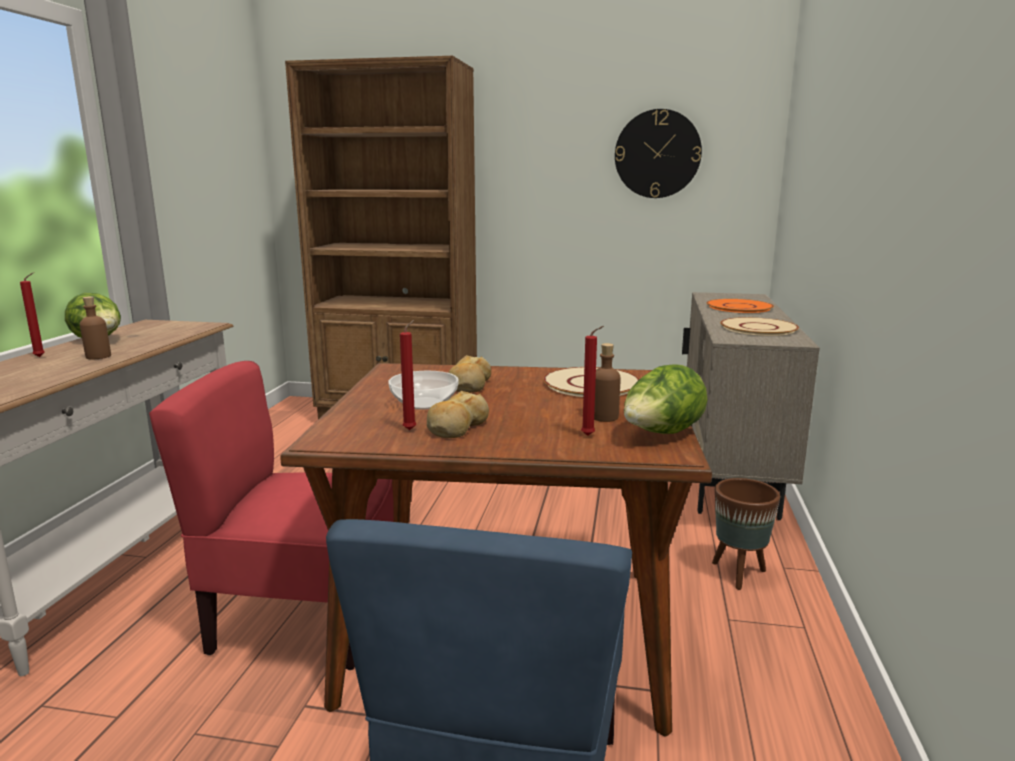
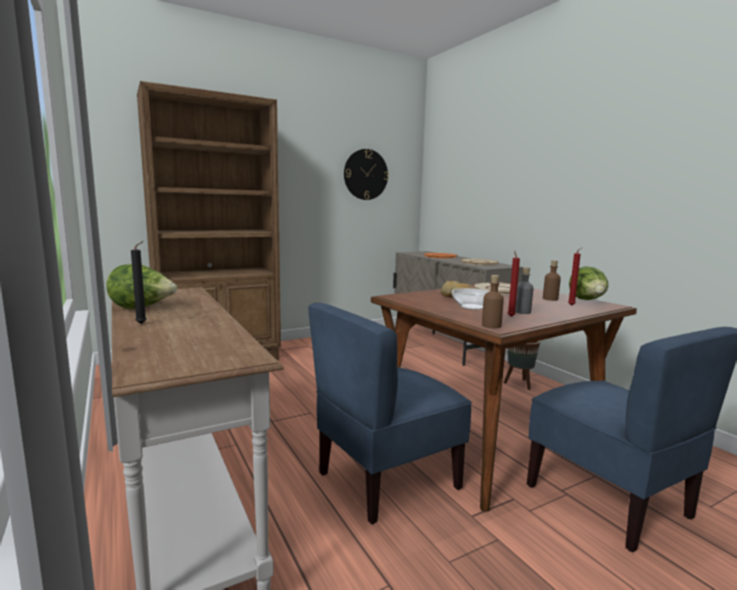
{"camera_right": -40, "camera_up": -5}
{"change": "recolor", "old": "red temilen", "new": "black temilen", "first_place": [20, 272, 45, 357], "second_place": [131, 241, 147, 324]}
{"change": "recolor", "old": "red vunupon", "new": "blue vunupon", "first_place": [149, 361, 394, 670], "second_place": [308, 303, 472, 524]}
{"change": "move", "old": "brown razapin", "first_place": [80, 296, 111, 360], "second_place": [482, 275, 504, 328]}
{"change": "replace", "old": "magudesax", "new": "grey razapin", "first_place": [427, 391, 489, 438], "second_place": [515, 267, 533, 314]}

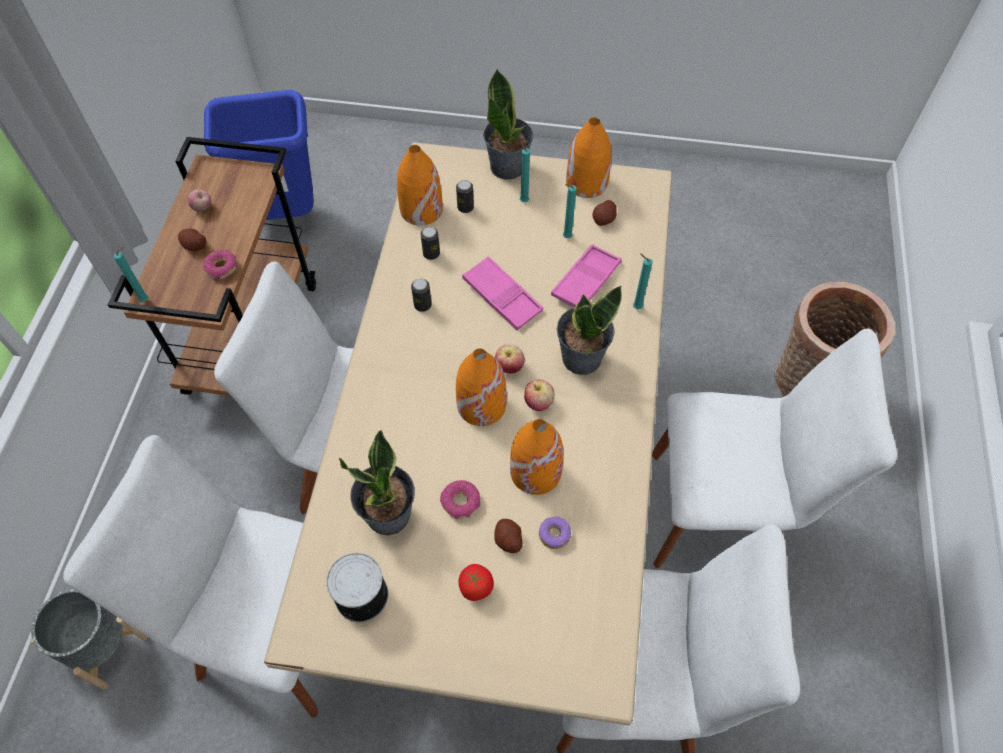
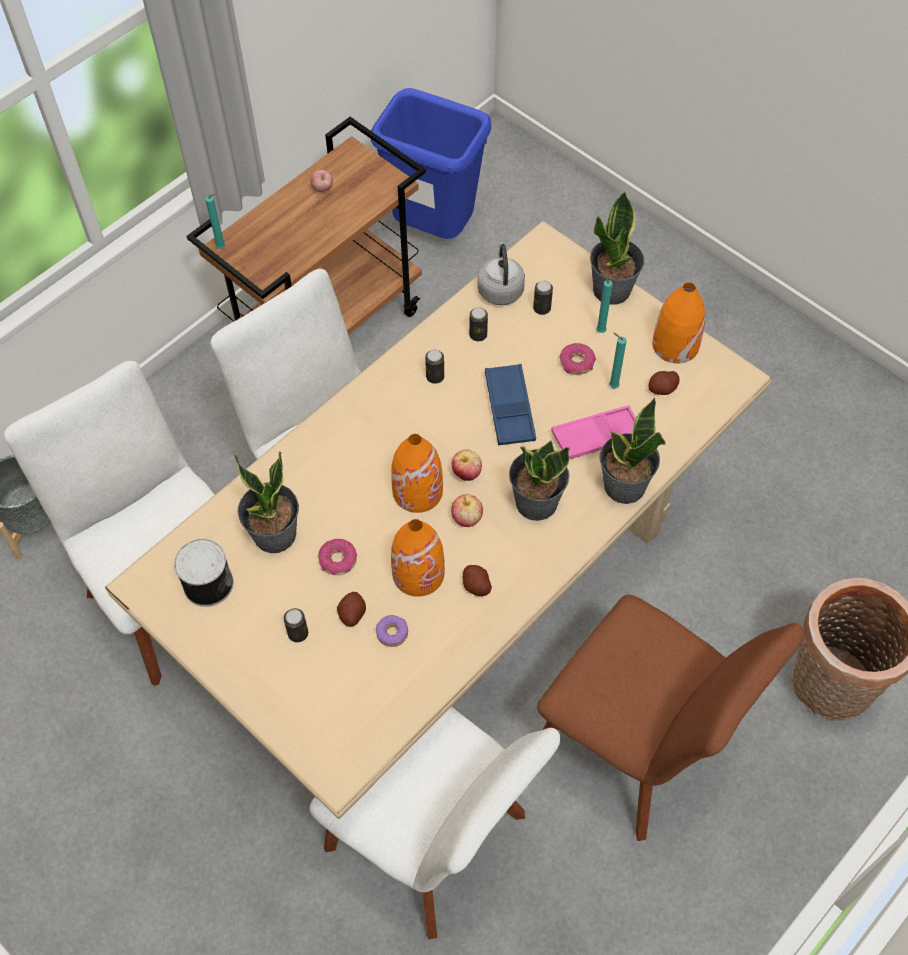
{"camera_right": 35, "camera_up": 0}
{"change": "replace", "old": "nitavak", "new": "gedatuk", "first_place": [458, 564, 494, 601], "second_place": [284, 608, 308, 642]}
{"change": "move", "old": "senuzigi", "first_place": [178, 228, 207, 251], "second_place": [463, 565, 492, 596]}
{"change": "replace", "old": "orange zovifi", "new": "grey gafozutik", "first_place": [397, 145, 443, 226], "second_place": [477, 242, 525, 305]}
{"change": "recolor", "old": "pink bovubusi", "new": "blue bovubusi", "first_place": [462, 256, 543, 330], "second_place": [485, 364, 536, 446]}
{"change": "recolor", "old": "white vunupon", "new": "brown vunupon", "first_place": [652, 329, 897, 568], "second_place": [537, 595, 804, 841]}
{"change": "move", "old": "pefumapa", "first_place": [203, 250, 238, 280], "second_place": [559, 343, 596, 375]}
{"change": "replace", "old": "turquoise temilen", "new": "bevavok", "first_place": [633, 254, 653, 310], "second_place": [599, 397, 666, 504]}

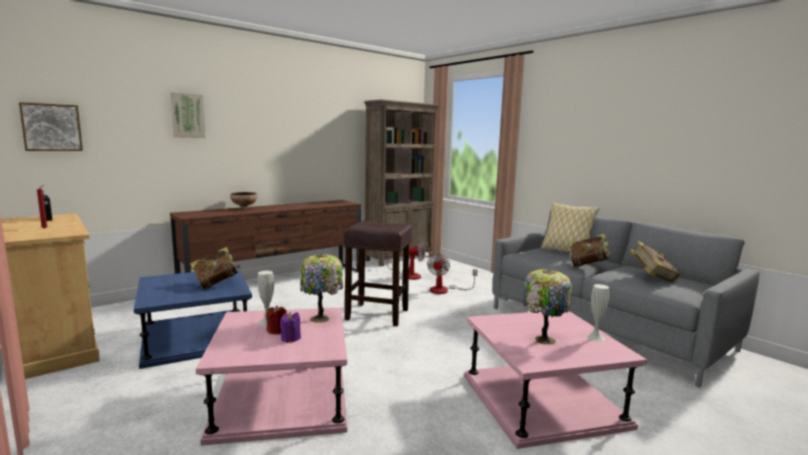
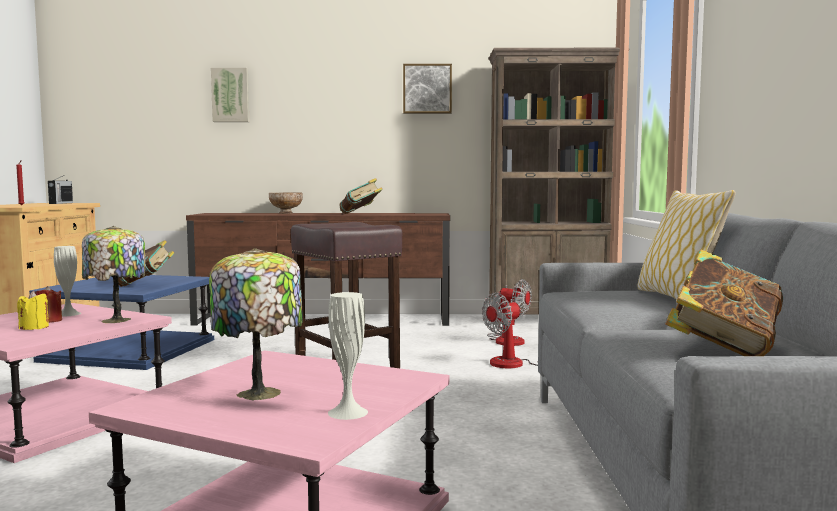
{"camera_right": 40, "camera_up": -5}
{"change": "recolor", "old": "purple temilen", "new": "yellow temilen", "first_place": [280, 312, 301, 343], "second_place": [17, 291, 49, 330]}
{"change": "move", "old": "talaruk", "first_place": [569, 234, 612, 267], "second_place": [340, 178, 383, 214]}
{"change": "move", "old": "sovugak", "first_place": [19, 102, 83, 151], "second_place": [403, 64, 452, 114]}

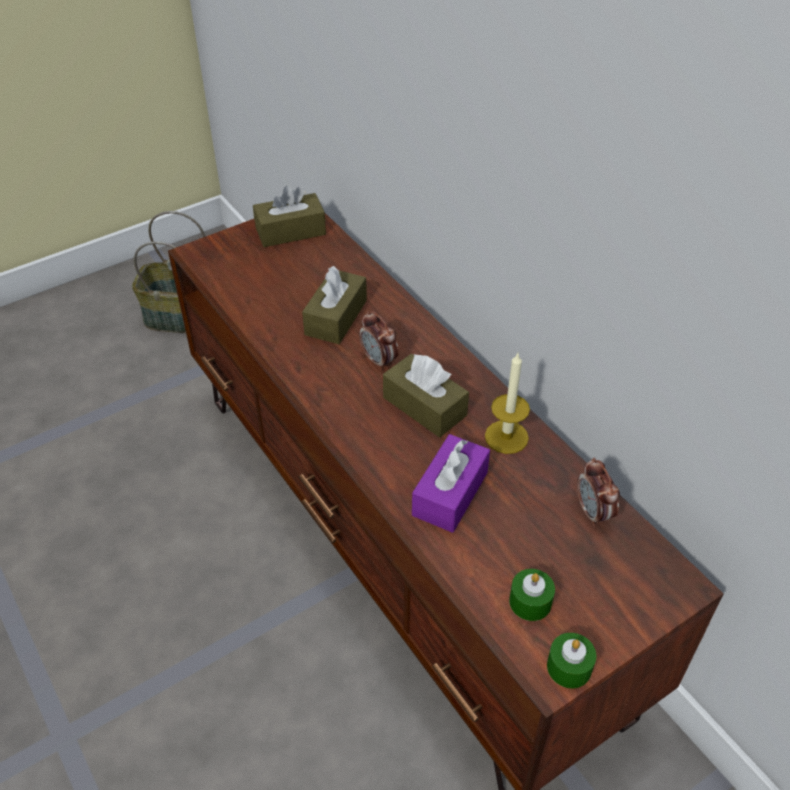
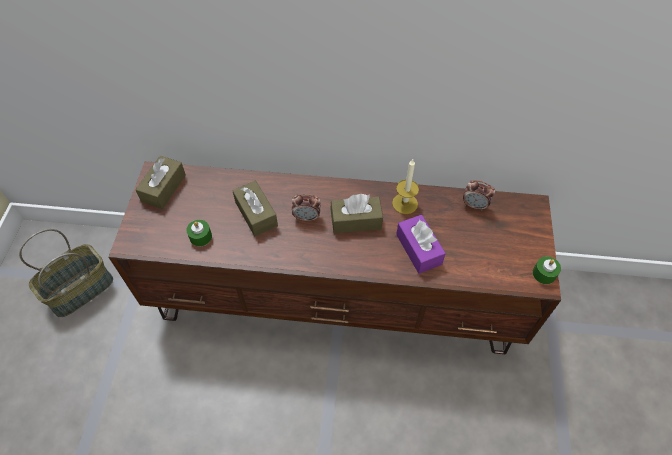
{"camera_right": -50, "camera_up": 10}
{"change": "move", "old": "green temilen", "first_place": [509, 569, 555, 621], "second_place": [186, 220, 212, 246]}

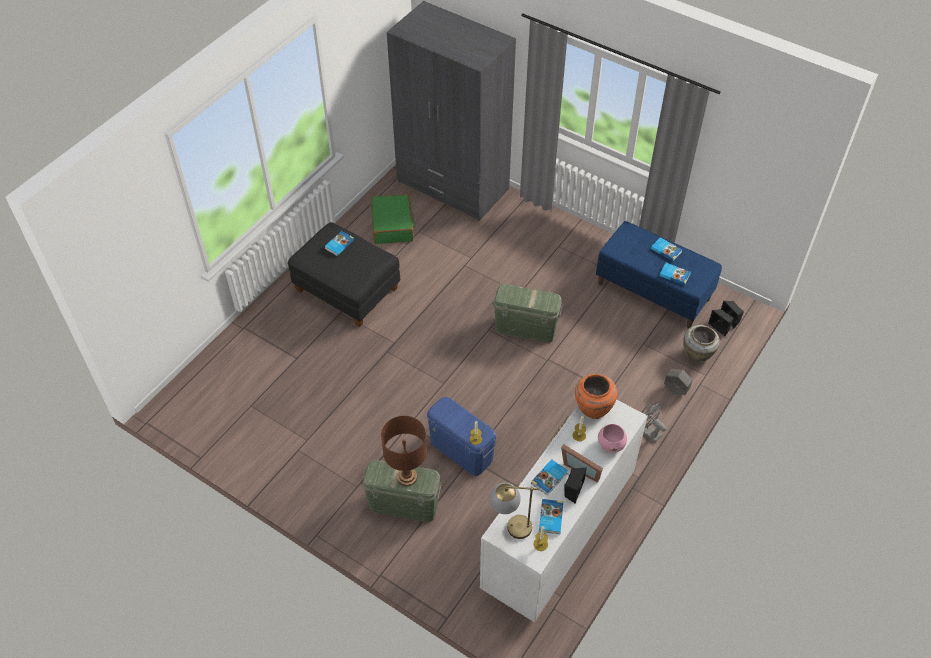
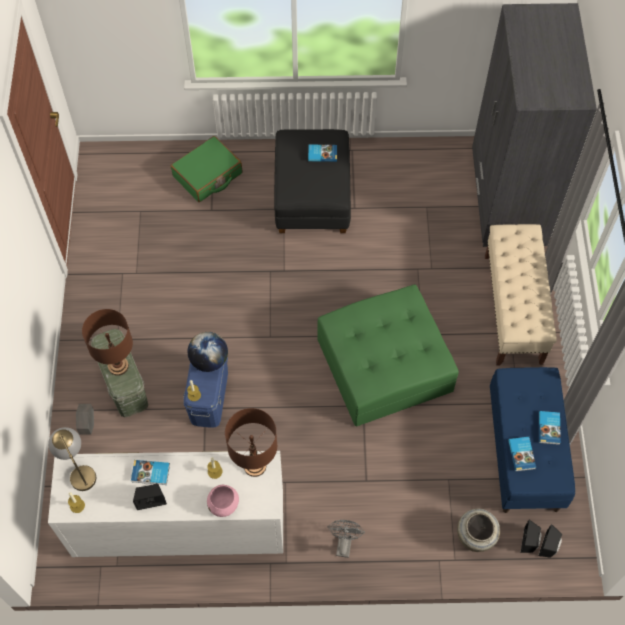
{"camera_right": 55, "camera_up": 10}
{"change": "move", "old": "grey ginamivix", "first_place": [664, 369, 693, 395], "second_place": [76, 404, 94, 435]}
{"change": "move", "old": "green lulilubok", "first_place": [371, 194, 414, 244], "second_place": [171, 136, 242, 202]}
{"change": "insert", "new": "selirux", "second_place": [188, 332, 228, 372]}
{"change": "replace", "old": "orange zovifi", "new": "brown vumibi", "first_place": [575, 374, 617, 419], "second_place": [225, 408, 277, 477]}
{"change": "replace", "old": "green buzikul", "new": "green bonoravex", "first_place": [492, 284, 563, 343], "second_place": [317, 284, 459, 427]}
{"change": "insert", "new": "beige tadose", "second_place": [485, 224, 557, 366]}
{"change": "delete", "old": "talaruk", "first_place": [539, 499, 563, 534]}
{"change": "delete", "old": "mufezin", "first_place": [561, 444, 603, 483]}

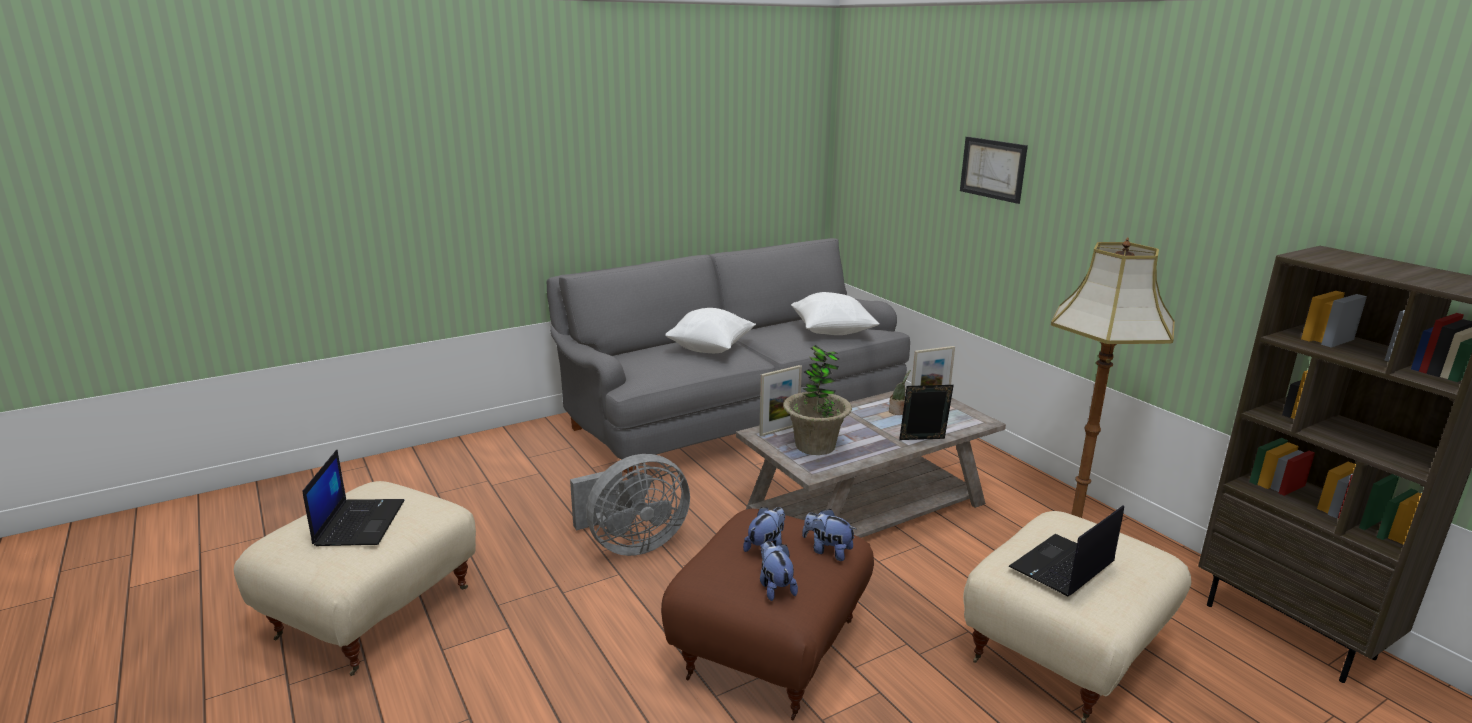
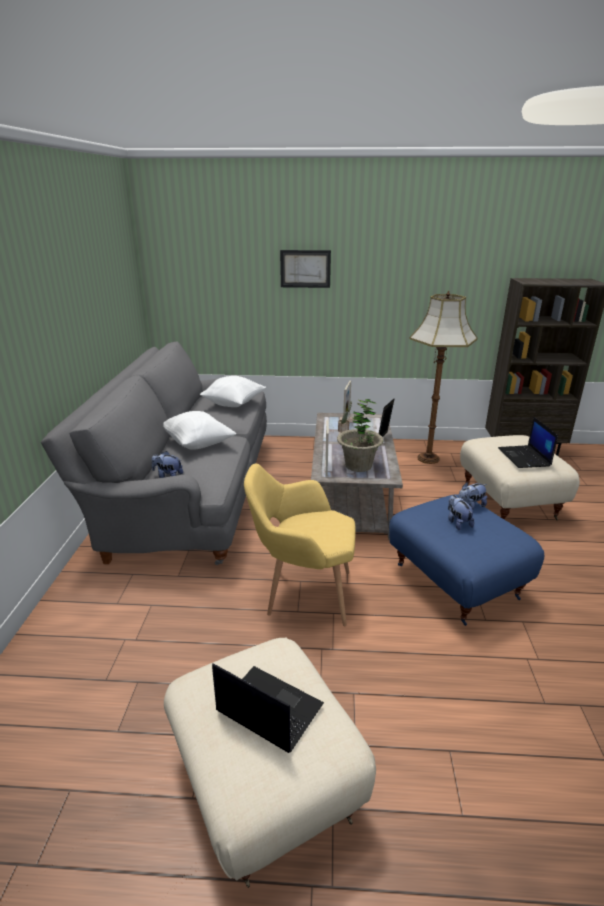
{"camera_right": -55, "camera_up": 5}
{"change": "move", "old": "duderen", "first_place": [760, 541, 798, 601], "second_place": [152, 451, 183, 478]}
{"change": "replace", "old": "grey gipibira", "new": "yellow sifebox", "first_place": [570, 454, 690, 556], "second_place": [244, 463, 356, 626]}
{"change": "recolor", "old": "brown bonoravex", "new": "blue bonoravex", "first_place": [661, 509, 874, 720], "second_place": [389, 494, 544, 626]}

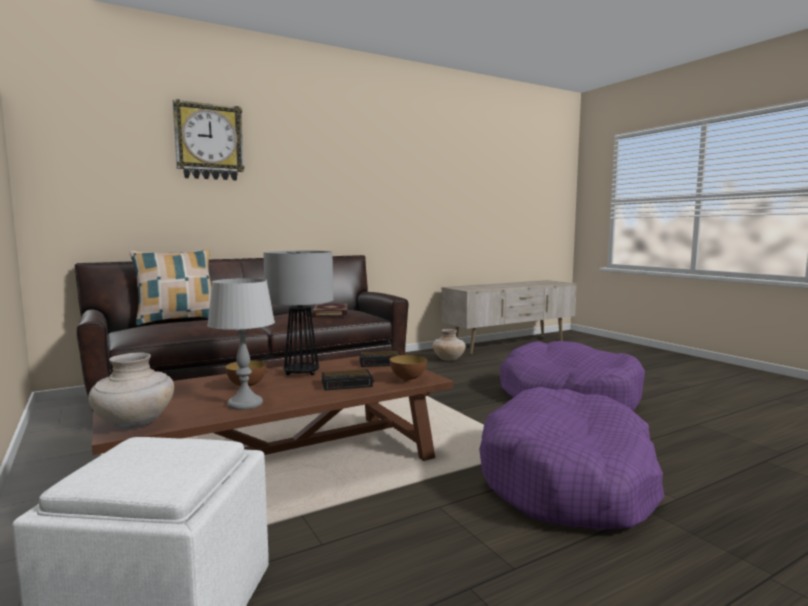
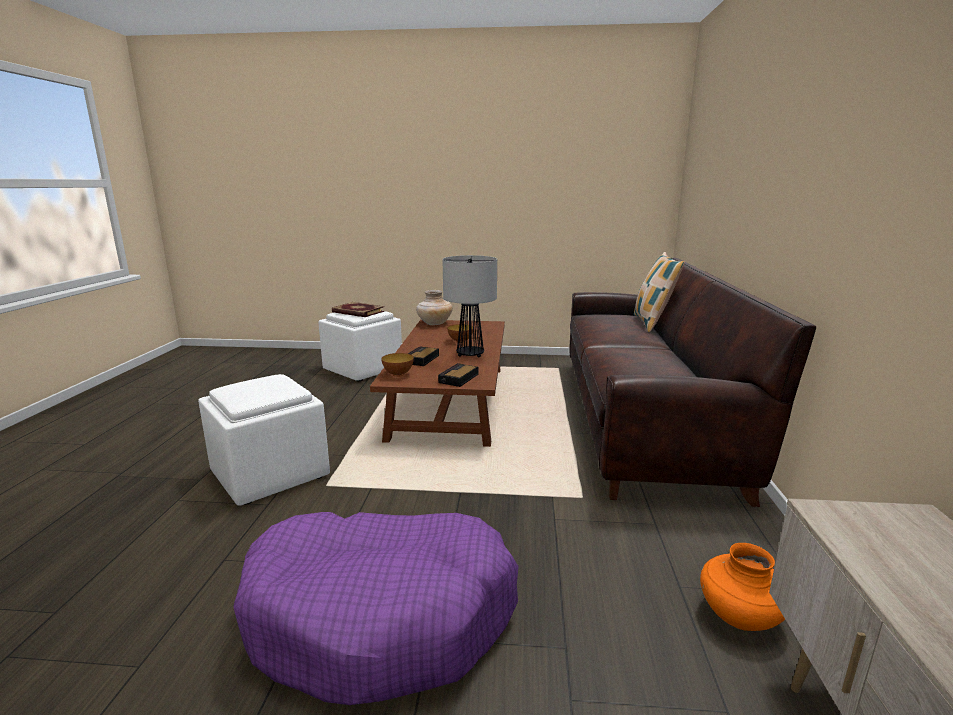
{"camera_right": 125, "camera_up": 10}
{"change": "replace", "old": "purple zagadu", "new": "white bonoravex", "first_place": [479, 387, 665, 530], "second_place": [198, 374, 330, 506]}
{"change": "move", "old": "talaruk", "first_place": [312, 303, 348, 316], "second_place": [332, 302, 385, 317]}
{"change": "recolor", "old": "beige zovifi", "new": "orange zovifi", "first_place": [433, 329, 466, 361], "second_place": [700, 543, 785, 631]}
{"change": "delete", "old": "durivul", "first_place": [173, 99, 245, 180]}
{"change": "delete", "old": "grey vumibi", "first_place": [207, 278, 275, 410]}

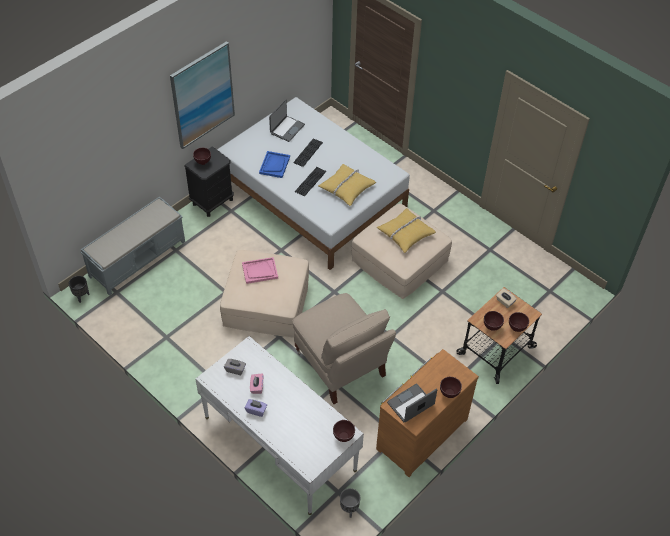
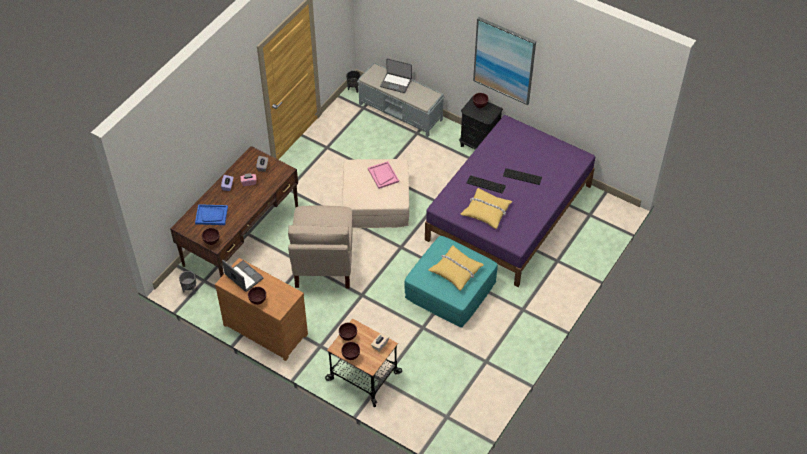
{"camera_right": 80, "camera_up": 0}
{"change": "recolor", "old": "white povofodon", "new": "brown povofodon", "first_place": [196, 336, 364, 515], "second_place": [170, 146, 298, 277]}
{"change": "move", "old": "blue bovubusi", "first_place": [259, 151, 290, 178], "second_place": [195, 204, 228, 225]}
{"change": "rotate", "old": "beige vunupon", "first_place": [293, 293, 396, 404], "second_place": [288, 206, 353, 288], "degrees": -45}
{"change": "move", "old": "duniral", "first_place": [269, 99, 305, 142], "second_place": [380, 58, 412, 93]}
{"change": "recolor", "old": "beige bonoravex", "new": "turquoise bonoravex", "first_place": [352, 203, 452, 299], "second_place": [404, 236, 498, 328]}
{"change": "recolor", "old": "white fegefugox", "new": "purple fegefugox", "first_place": [217, 97, 410, 270], "second_place": [425, 115, 595, 287]}

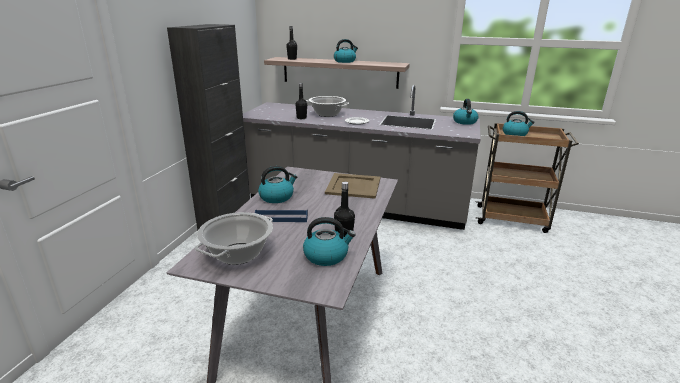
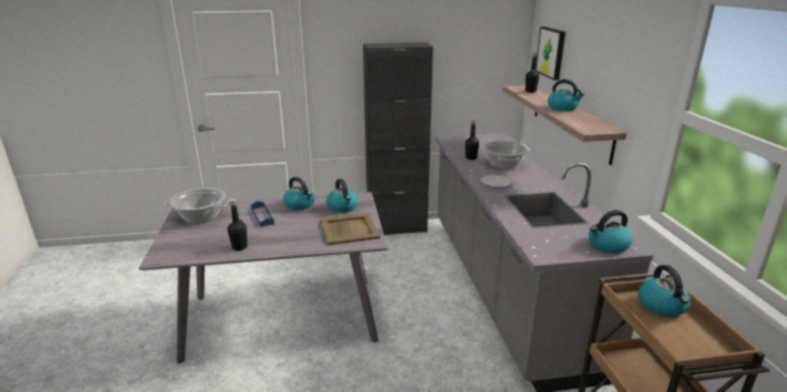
{"camera_right": 65, "camera_up": 0}
{"change": "move", "old": "gafozutik", "first_place": [303, 217, 356, 266], "second_place": [326, 179, 358, 213]}
{"change": "insert", "new": "sovugak", "second_place": [536, 27, 565, 80]}

